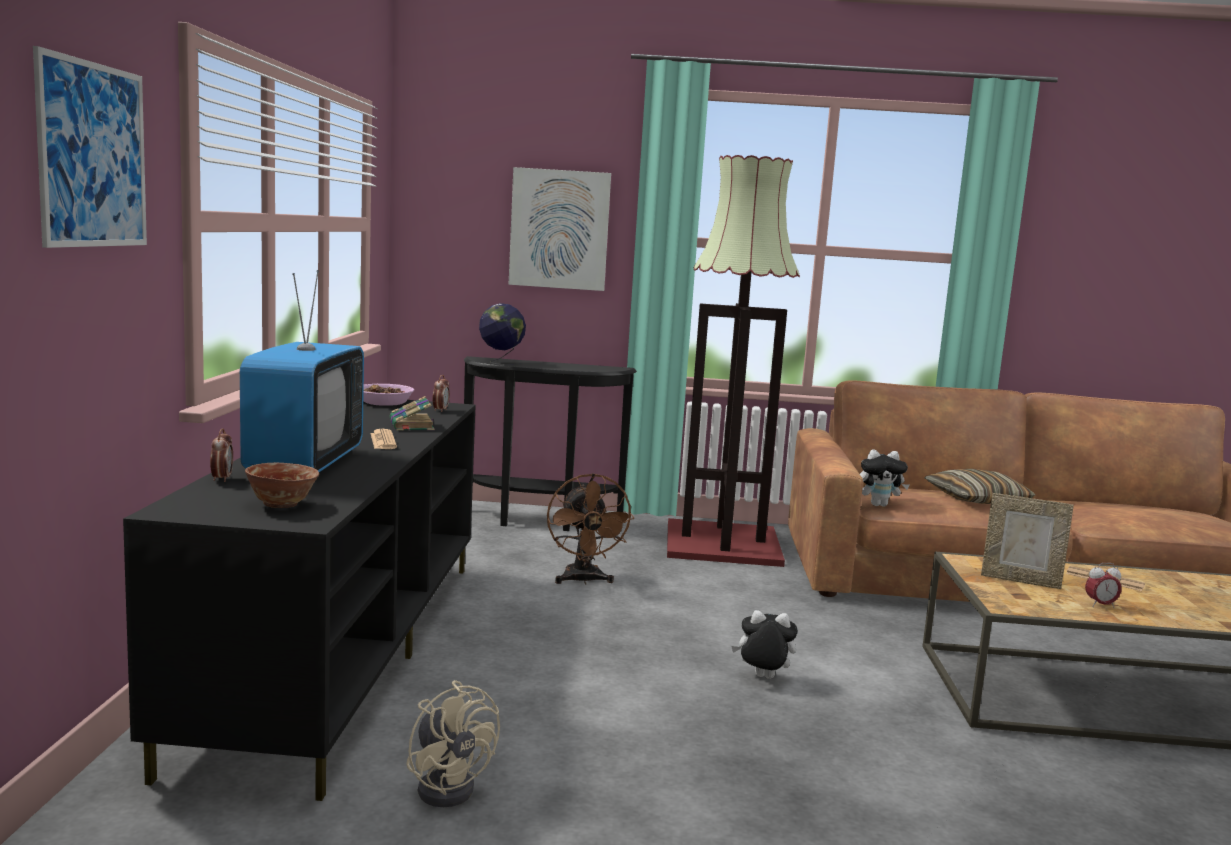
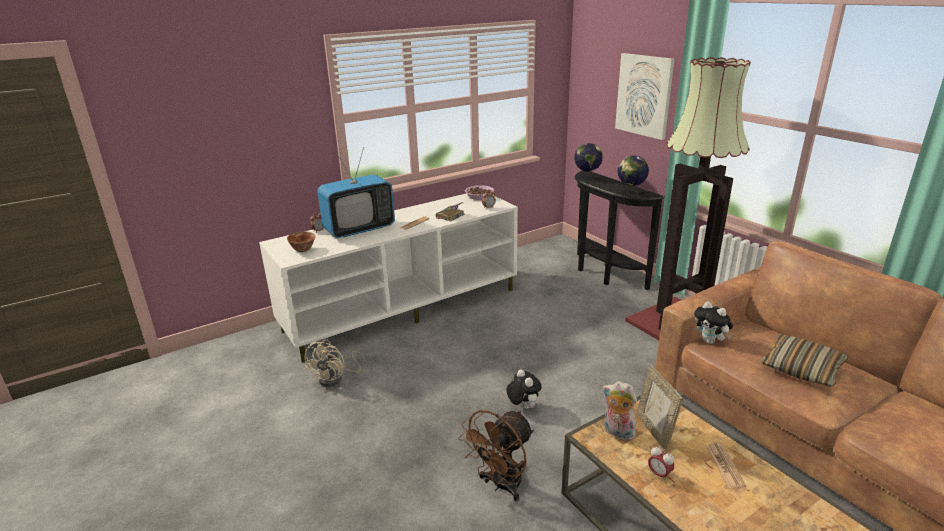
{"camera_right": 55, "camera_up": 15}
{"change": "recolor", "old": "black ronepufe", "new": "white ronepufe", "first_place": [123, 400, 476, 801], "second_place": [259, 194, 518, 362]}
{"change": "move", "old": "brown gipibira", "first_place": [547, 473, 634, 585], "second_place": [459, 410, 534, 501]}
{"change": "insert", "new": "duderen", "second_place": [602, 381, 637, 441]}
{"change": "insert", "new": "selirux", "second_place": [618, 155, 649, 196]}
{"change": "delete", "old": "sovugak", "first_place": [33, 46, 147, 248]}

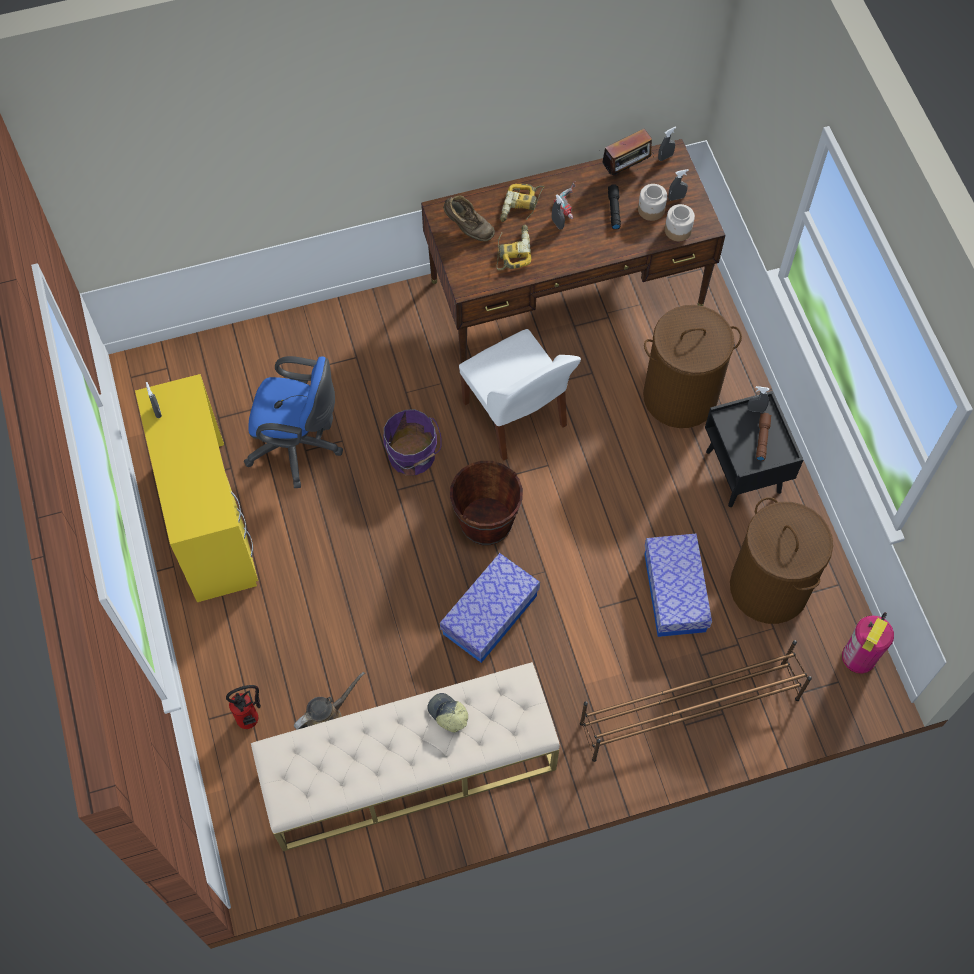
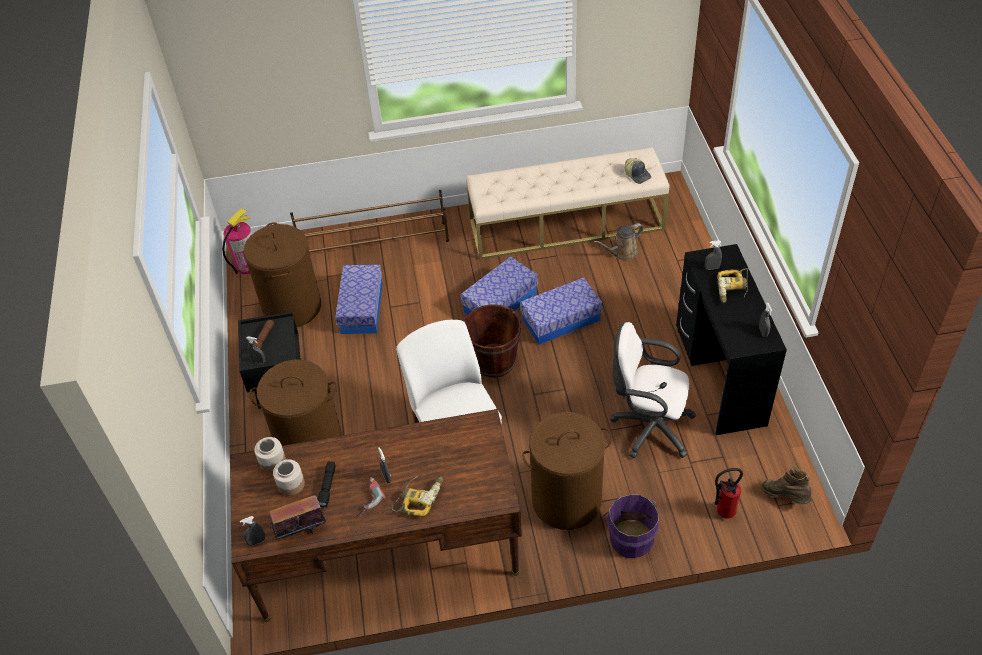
{"camera_right": -170, "camera_up": -15}
{"change": "insert", "new": "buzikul", "second_place": [520, 278, 603, 345]}
{"change": "insert", "new": "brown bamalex", "second_place": [522, 412, 612, 530]}
{"change": "move", "old": "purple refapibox", "first_place": [383, 409, 442, 476], "second_place": [603, 494, 659, 558]}
{"change": "recolor", "old": "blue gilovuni", "new": "white gilovuni", "first_place": [244, 356, 343, 488], "second_place": [610, 322, 696, 458]}
{"change": "move", "old": "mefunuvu", "first_place": [427, 693, 468, 733], "second_place": [624, 158, 651, 184]}
{"change": "recolor", "old": "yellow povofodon", "new": "black povofodon", "first_place": [135, 374, 258, 602], "second_place": [676, 244, 787, 435]}
{"change": "move", "old": "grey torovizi", "first_place": [668, 169, 689, 201], "second_place": [705, 240, 722, 270]}
{"change": "move", "old": "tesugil", "first_place": [226, 685, 261, 729], "second_place": [715, 468, 743, 519]}
{"change": "move", "old": "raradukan", "first_place": [496, 225, 531, 270], "second_place": [717, 268, 748, 303]}
{"change": "move", "old": "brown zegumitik", "first_place": [444, 195, 495, 242], "second_place": [761, 466, 811, 504]}

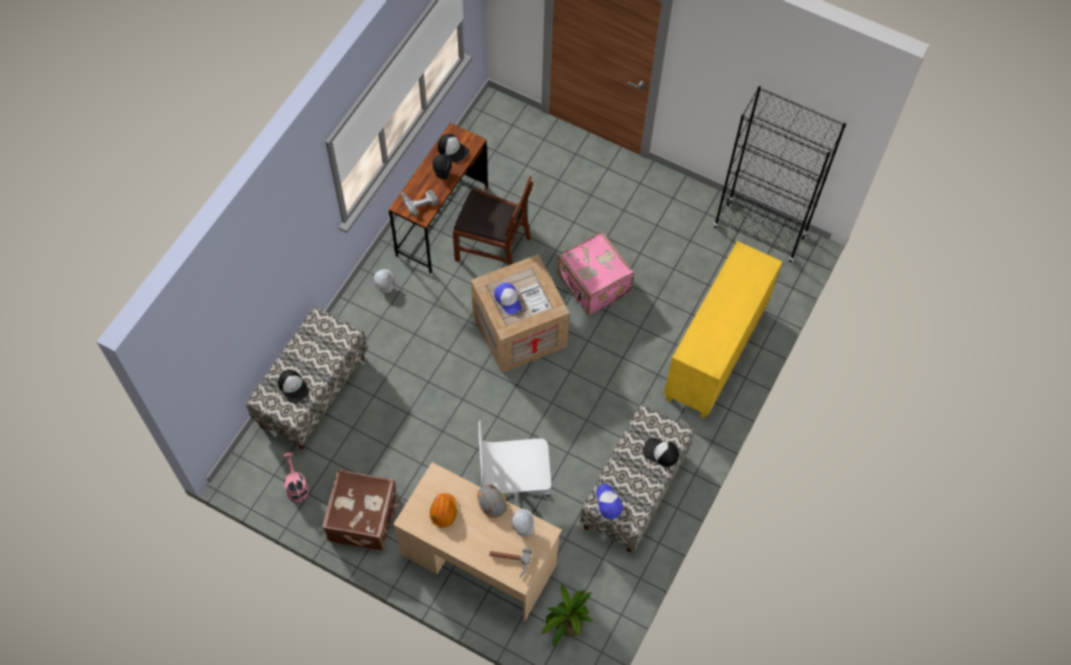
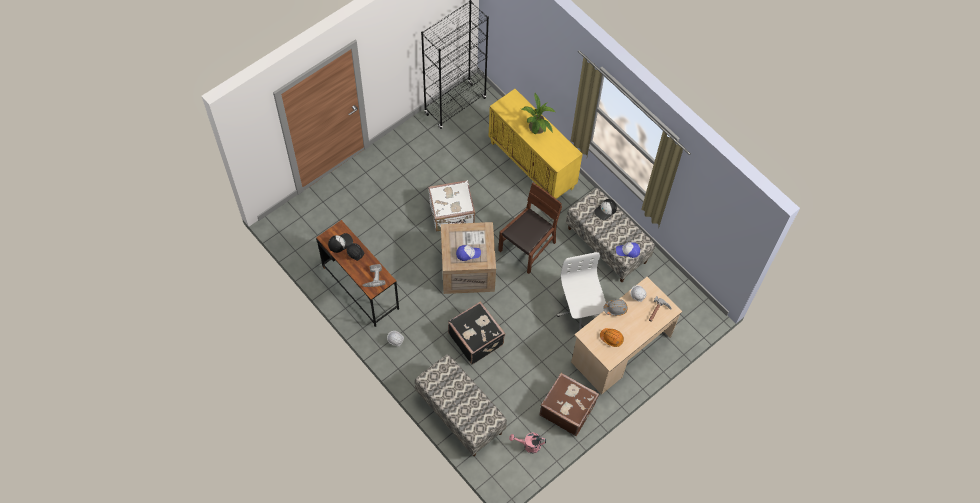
{"camera_right": -70, "camera_up": 0}
{"change": "recolor", "old": "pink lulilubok", "new": "white lulilubok", "first_place": [557, 231, 634, 315], "second_place": [428, 180, 475, 231]}
{"change": "insert", "new": "black lulilubok", "second_place": [448, 301, 505, 364]}
{"change": "move", "old": "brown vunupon", "first_place": [453, 176, 533, 265], "second_place": [498, 183, 562, 274]}
{"change": "move", "old": "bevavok", "first_place": [540, 584, 593, 646], "second_place": [521, 93, 555, 134]}
{"change": "rotate", "old": "white gilovuni", "first_place": [478, 420, 551, 507], "second_place": [557, 252, 606, 330], "degrees": 150}
{"change": "delete", "old": "mefunuvu", "first_place": [278, 370, 310, 403]}

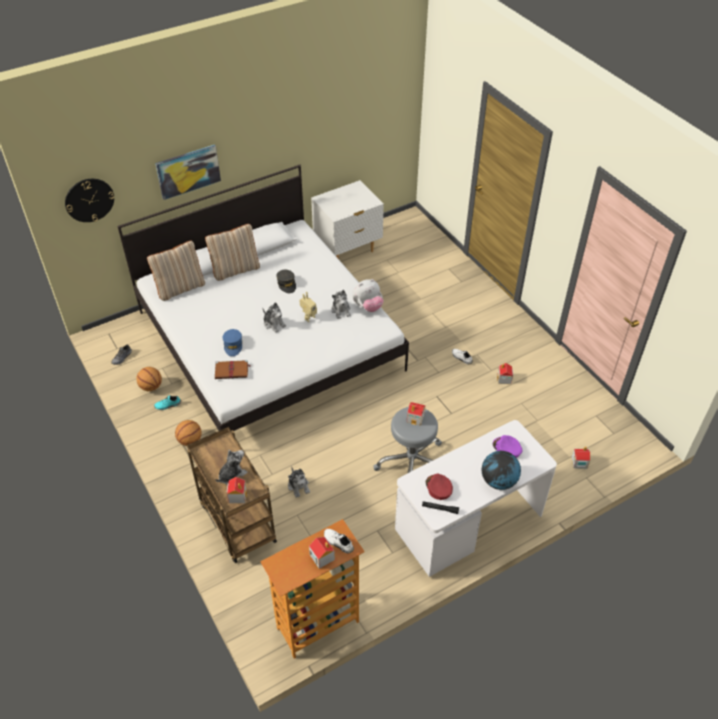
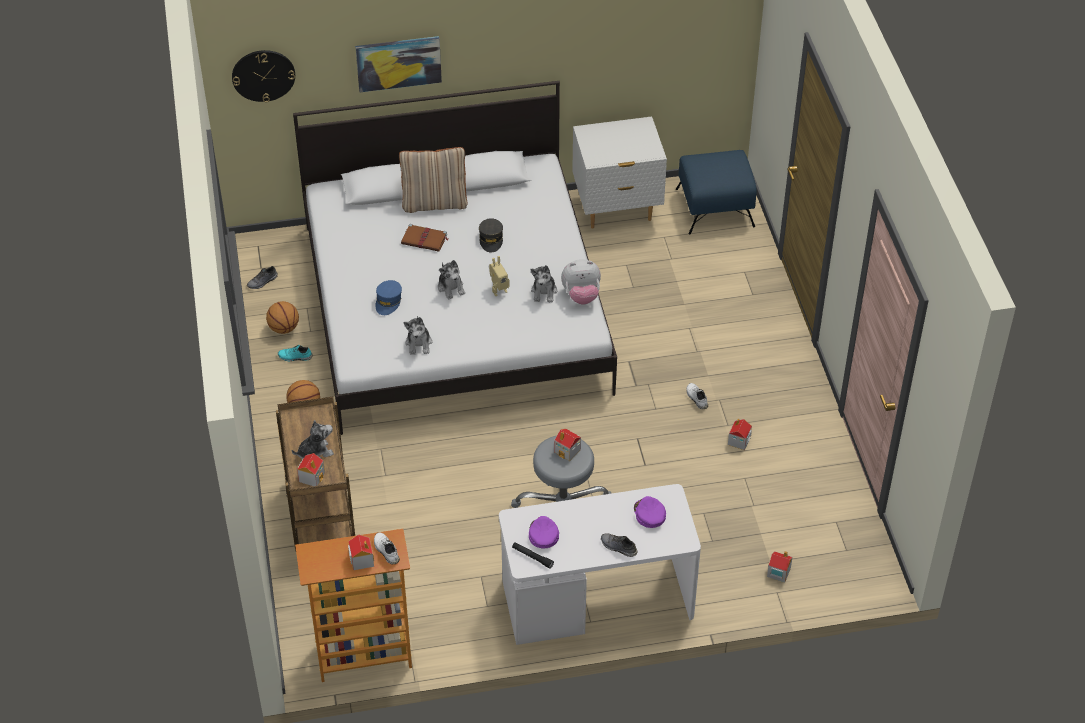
{"camera_right": 20, "camera_up": 0}
{"change": "move", "old": "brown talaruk", "first_place": [215, 360, 251, 379], "second_place": [401, 224, 449, 252]}
{"change": "move", "old": "duderen", "first_place": [288, 466, 310, 498], "second_place": [404, 316, 432, 355]}
{"change": "recolor", "old": "red mefunuvu", "new": "purple mefunuvu", "first_place": [426, 474, 453, 500], "second_place": [529, 516, 559, 548]}
{"change": "replace", "old": "selirux", "new": "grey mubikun", "first_place": [482, 451, 521, 490], "second_place": [601, 533, 638, 557]}
{"change": "insert", "new": "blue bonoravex", "second_place": [676, 150, 757, 234]}
{"change": "delete", "old": "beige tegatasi", "first_place": [147, 241, 205, 301]}

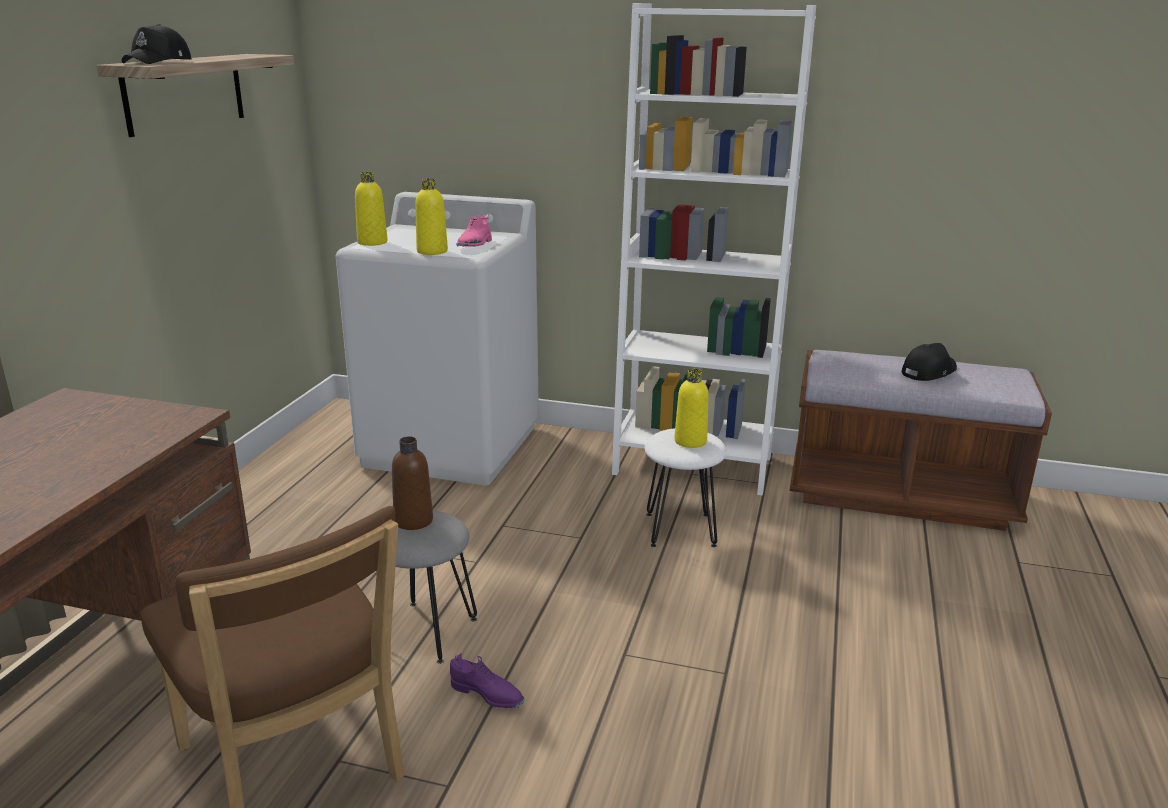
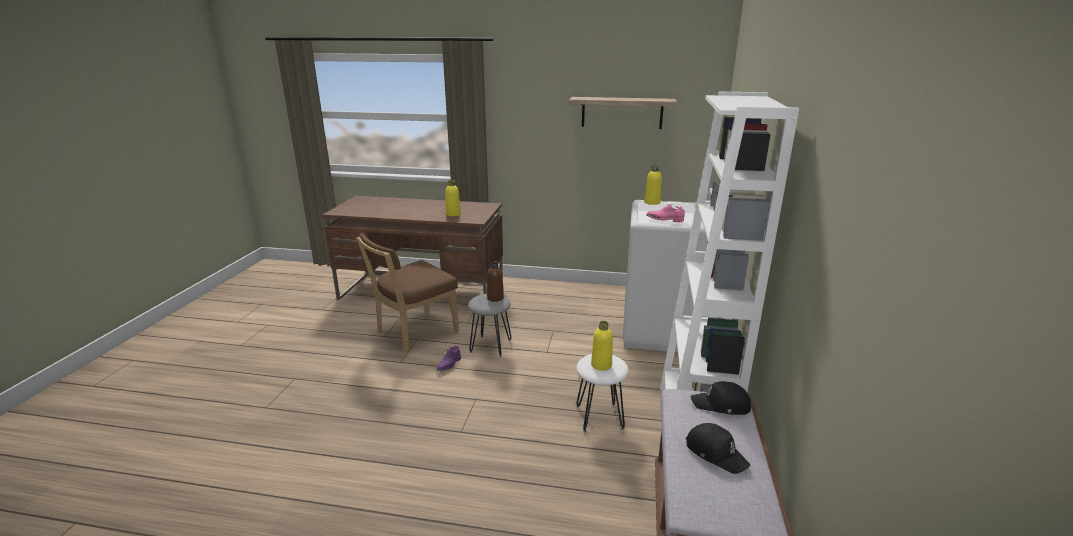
{"camera_right": 85, "camera_up": 0}
{"change": "move", "old": "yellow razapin", "first_place": [415, 178, 448, 255], "second_place": [445, 180, 461, 216]}
{"change": "move", "old": "black mefunuvu", "first_place": [122, 24, 191, 64], "second_place": [691, 381, 751, 415]}

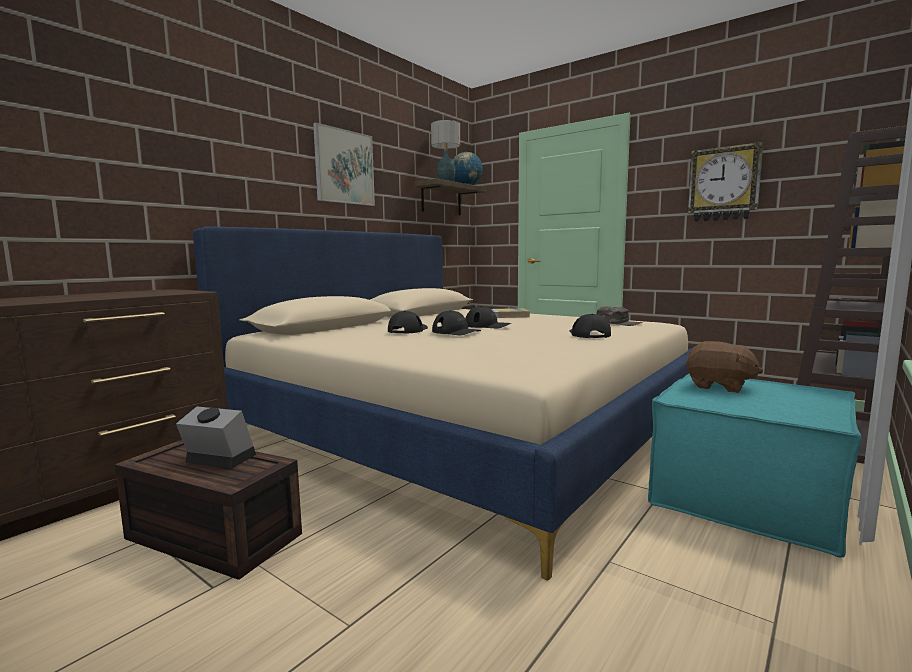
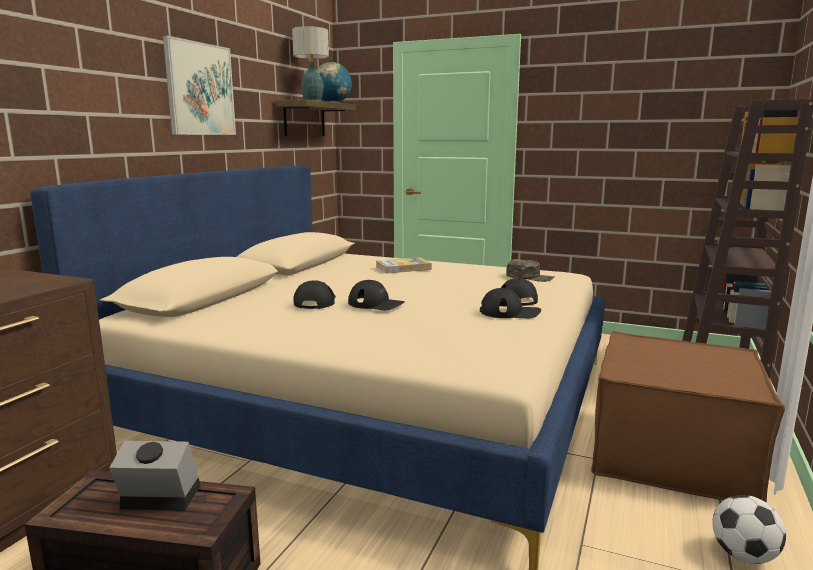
{"camera_right": -15, "camera_up": 5}
{"change": "move", "old": "black mefunuvu", "first_place": [465, 306, 511, 328], "second_place": [480, 288, 541, 318]}
{"change": "recolor", "old": "turquoise bonoravex", "new": "brown bonoravex", "first_place": [648, 374, 862, 557], "second_place": [591, 331, 785, 503]}
{"change": "insert", "new": "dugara", "second_place": [712, 495, 786, 564]}
{"change": "delete", "old": "brown duderen", "first_place": [686, 341, 763, 393]}
{"change": "delete", "old": "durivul", "first_place": [687, 142, 763, 222]}

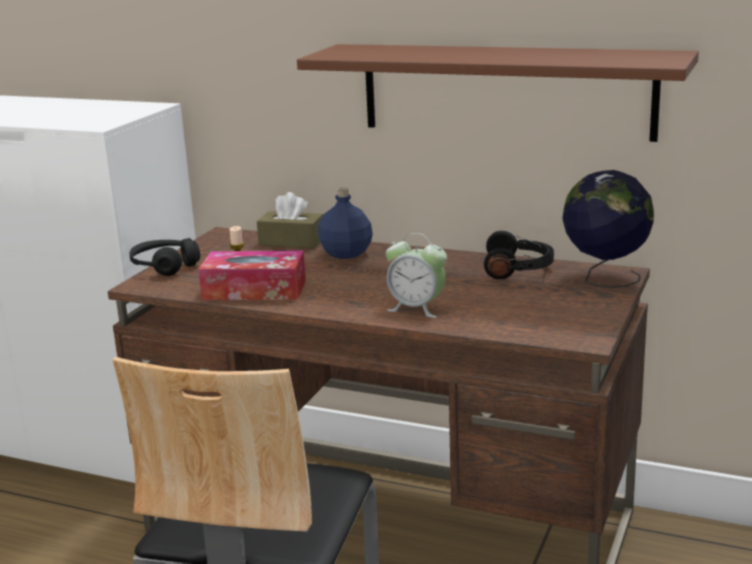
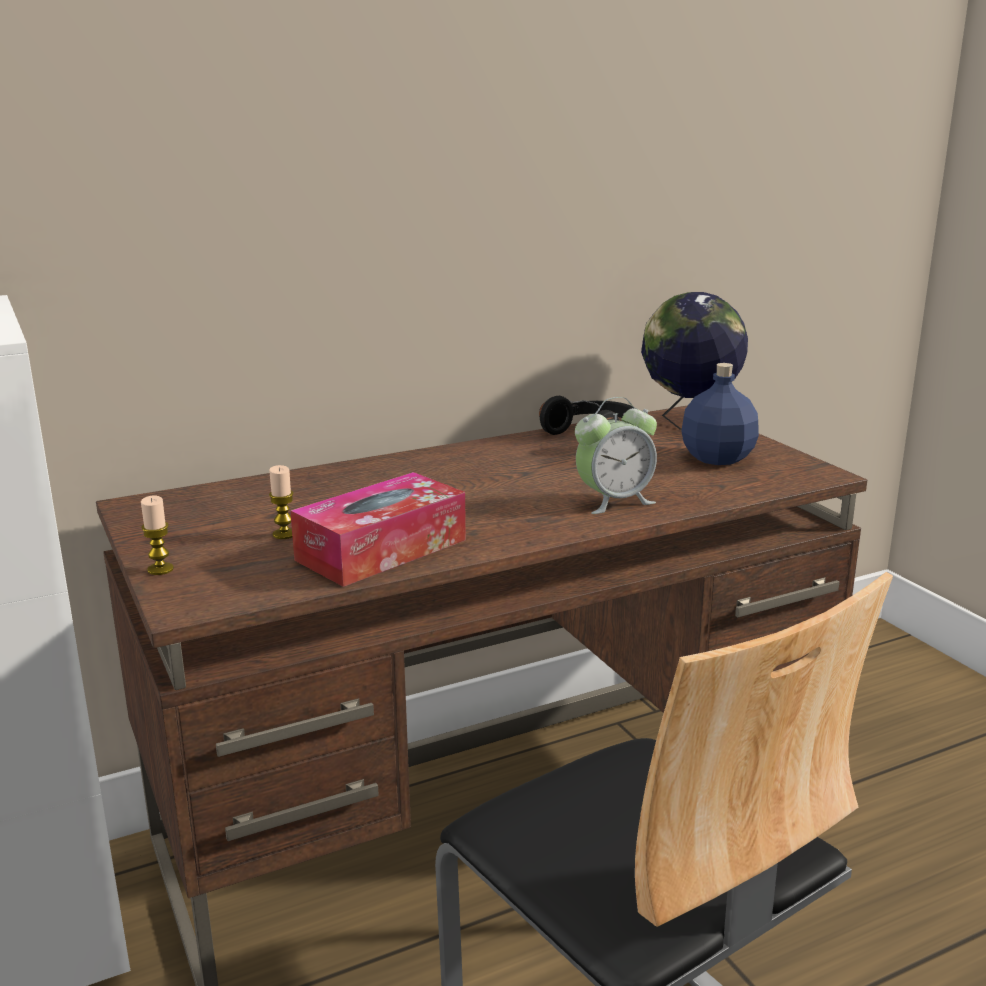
{"camera_right": -50, "camera_up": 0}
{"change": "replace", "old": "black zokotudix", "new": "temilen", "first_place": [129, 238, 200, 276], "second_place": [141, 496, 174, 575]}
{"change": "move", "old": "blue razapin", "first_place": [318, 187, 373, 259], "second_place": [681, 363, 759, 465]}
{"change": "delete", "old": "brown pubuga", "first_place": [257, 192, 323, 249]}
{"change": "delete", "old": "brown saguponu", "first_place": [297, 44, 699, 142]}

